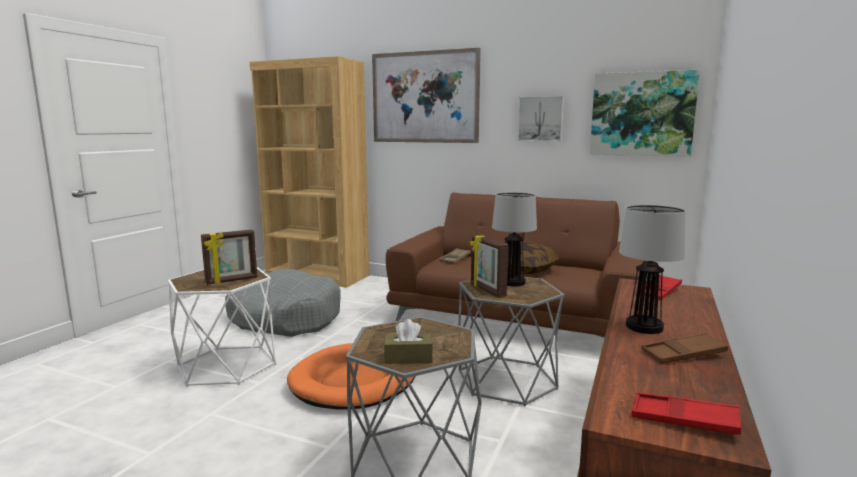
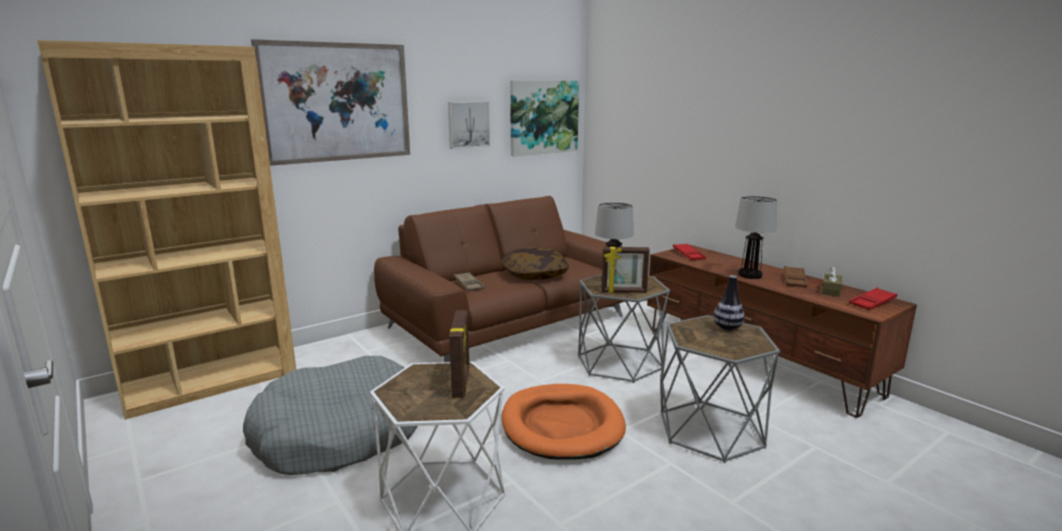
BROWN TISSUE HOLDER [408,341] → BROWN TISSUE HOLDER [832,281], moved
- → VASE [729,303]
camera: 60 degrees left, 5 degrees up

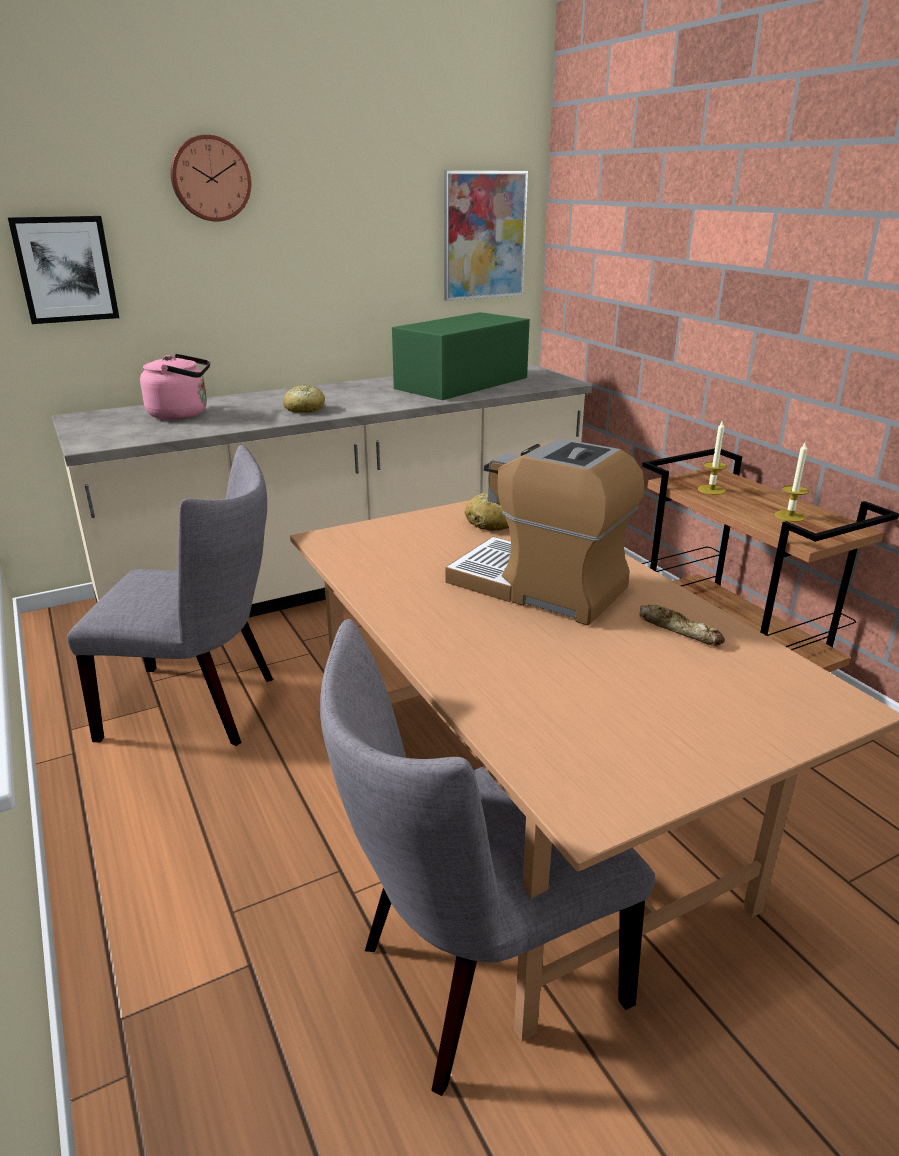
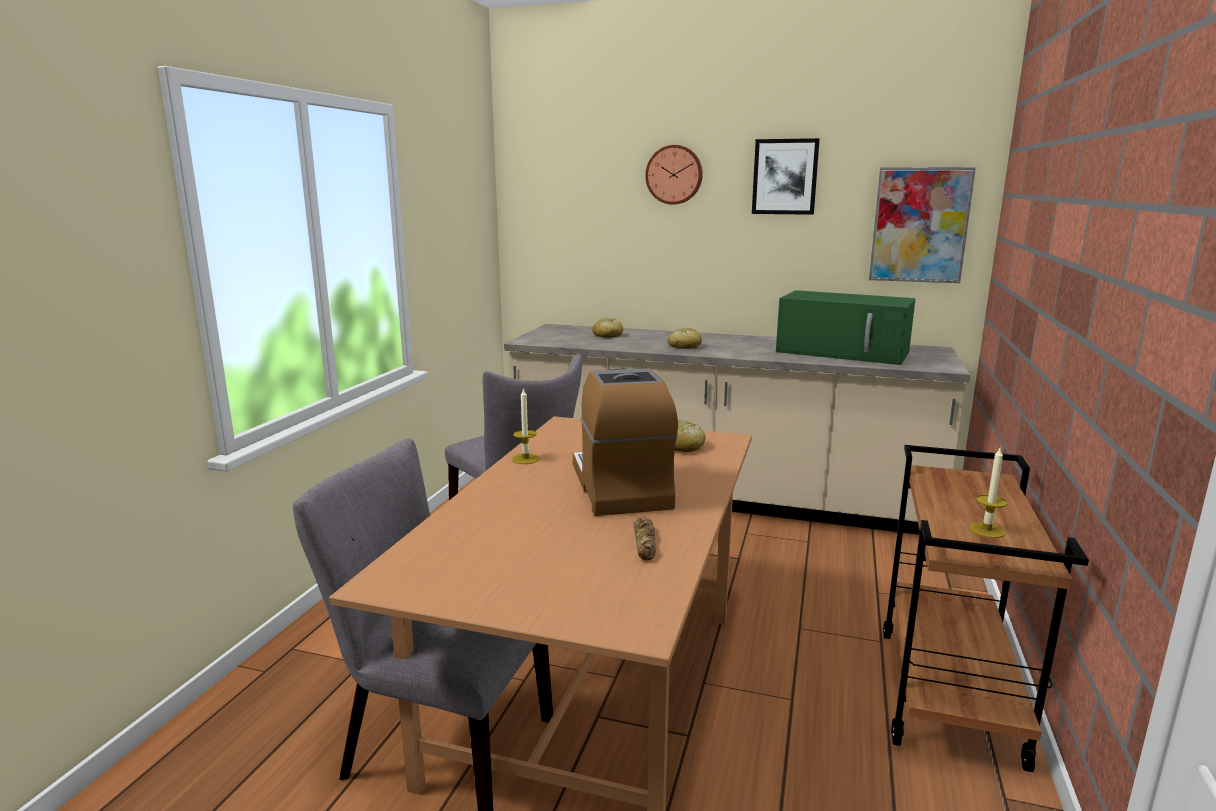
PICTURE [63,270] → PICTURE [786,176], moved
GREEN-COLOURED MICROWAVE [461,356] → GREEN-COLOURED MICROWAVE [845,327], 150 degrees counterclockwise
PINKISH KETTLE [175,387] → BAKERY BREAD [607,328]
CANDLE [712,457] → CANDLE [526,425], moved
camera: 45 degrees right, 10 degrees down

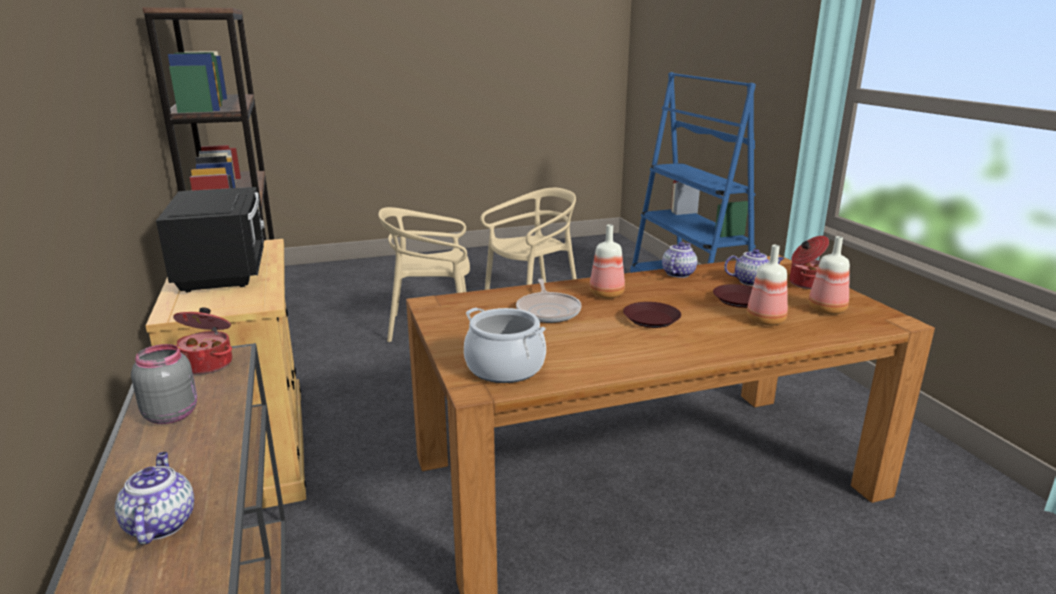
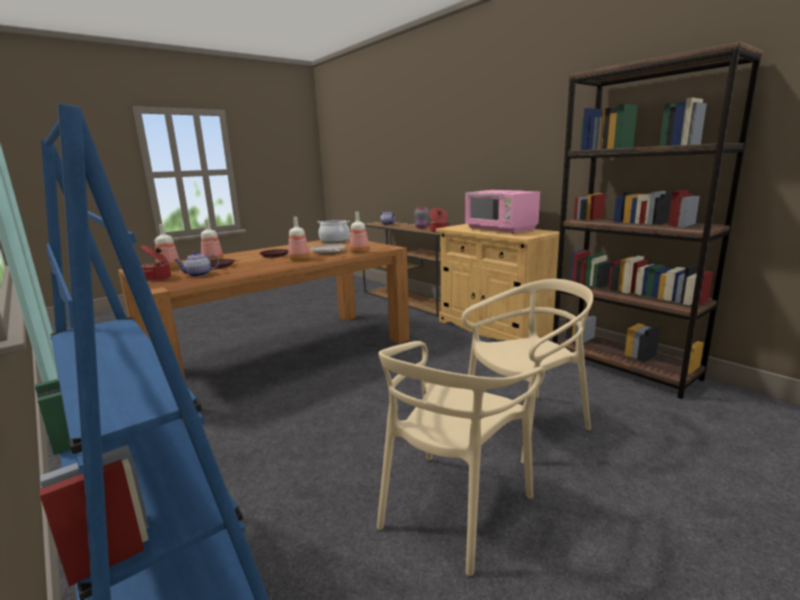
BLACK MICROWAVE [210,239] → PINKISH MICROWAVE [502,212]
TEA POT [679,260] → -
- → DRINK BOTTLE [359,233]
camera: 160 degrees right, 5 degrees down

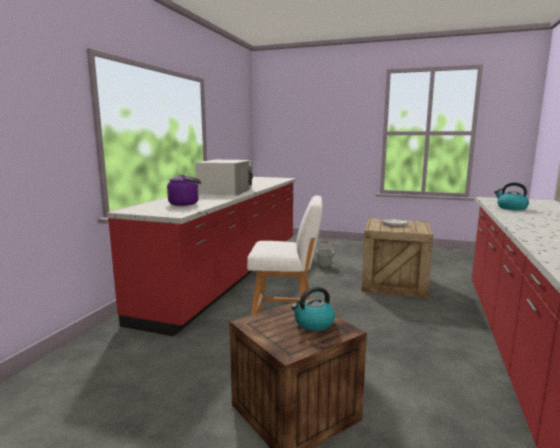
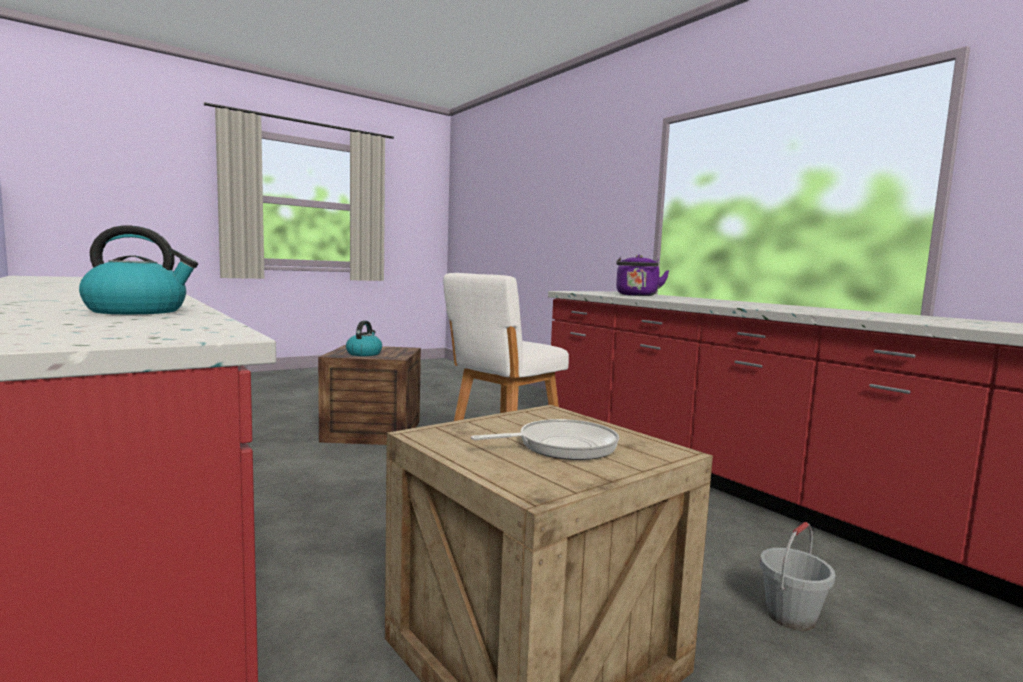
WHITE MICROWAVE [224,177] → -
camera: 125 degrees right, 5 degrees down

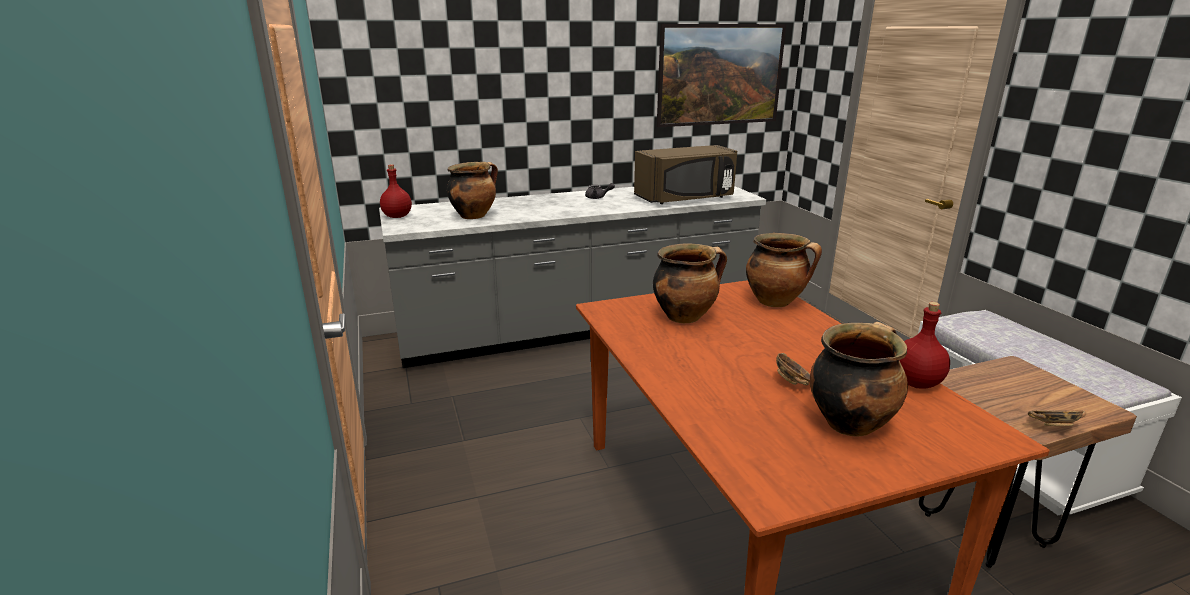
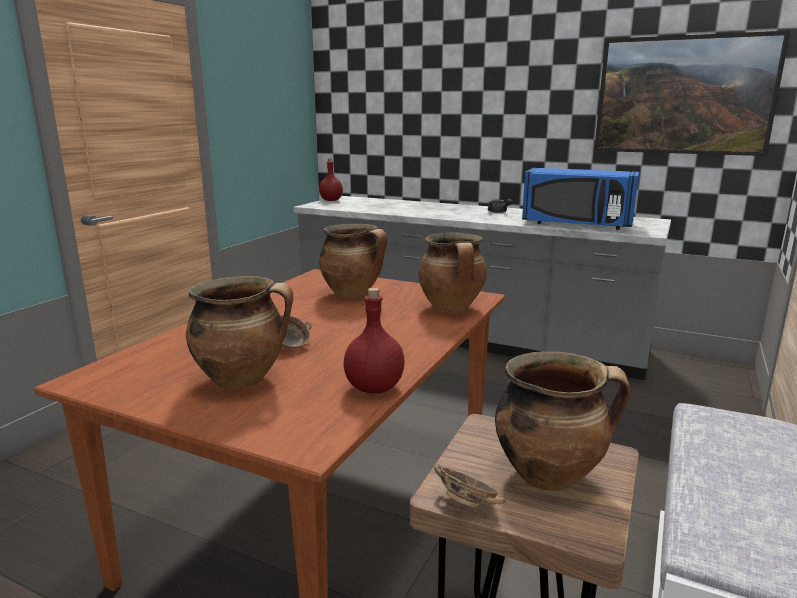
BROWN MICROWAVE [685,174] → BLUE-COLOURED MICROWAVE [580,199]
COOKING POT [472,190] → COOKING POT [563,421], moved
camera: 45 degrees right, 5 degrees down

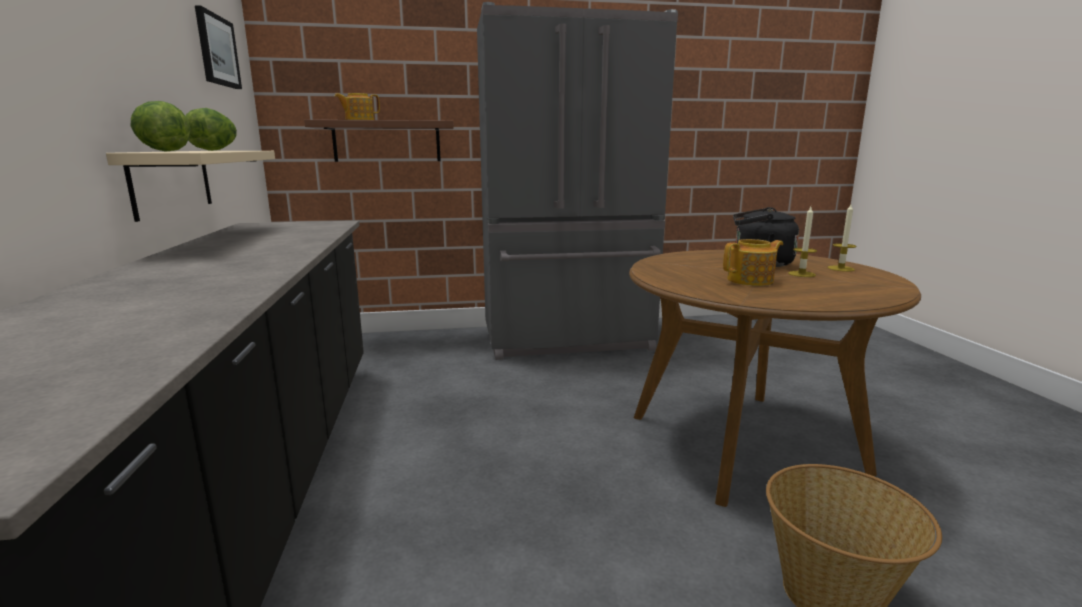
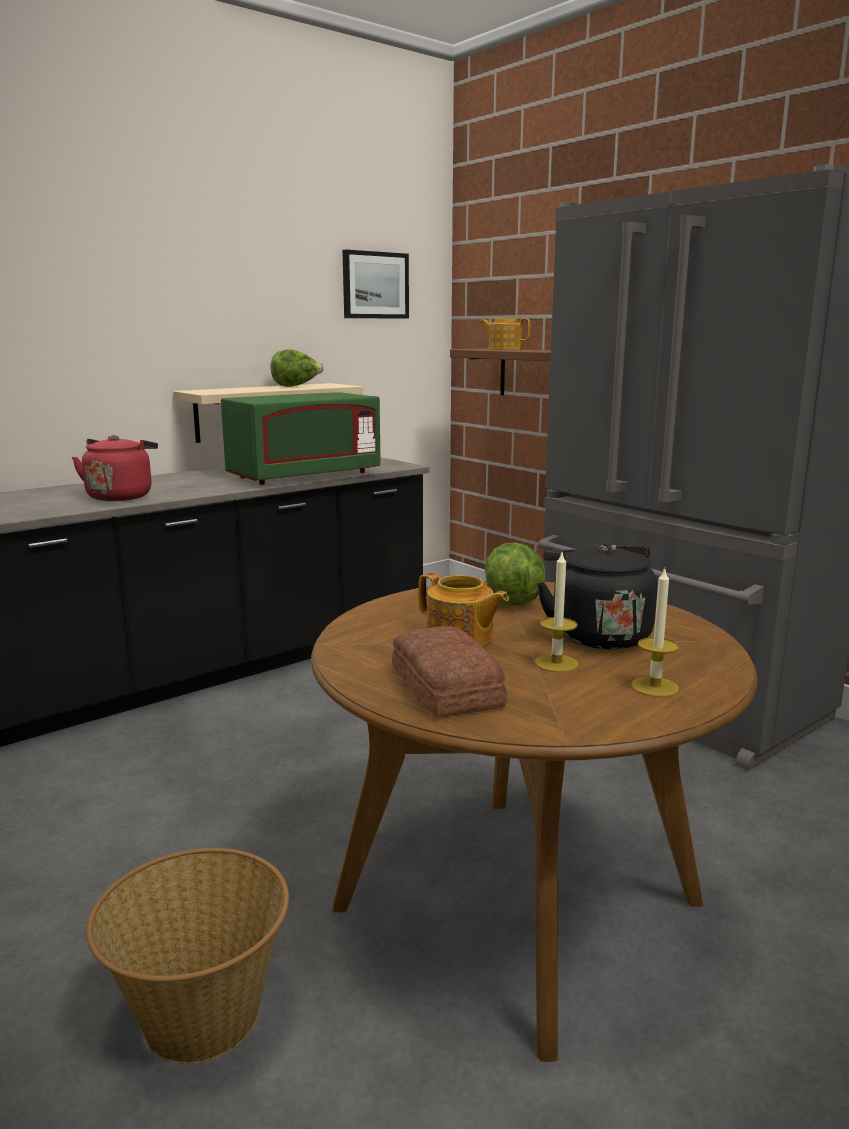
LETTUCE HEAD [161,126] → LETTUCE HEAD [515,574], moved
- → GREEN-COLOURED MICROWAVE [301,438]
- → REDDISH KETTLE [115,468]
- → BAKERY BREAD [449,672]
camera: 60 degrees right, 0 degrees up

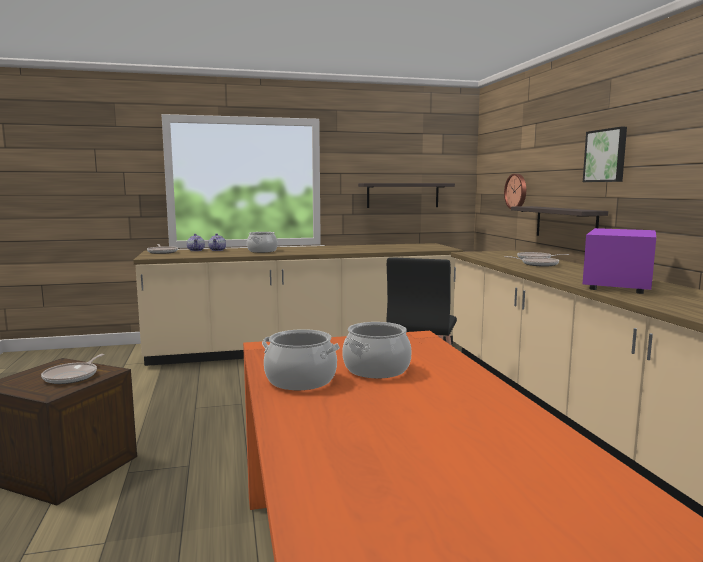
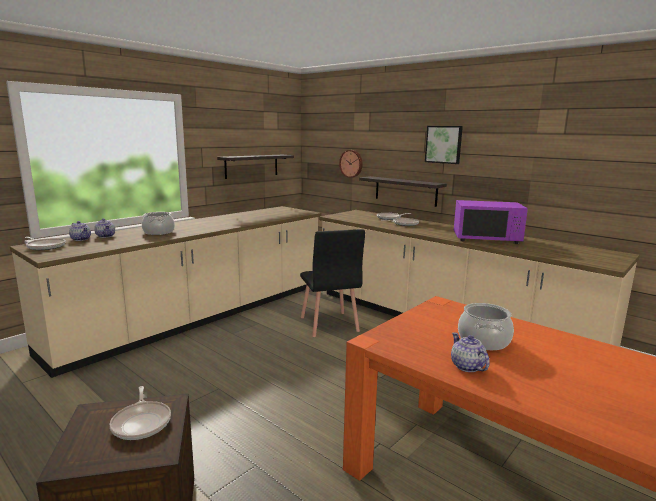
PURPLISH MICROWAVE [619,261] → PURPLISH MICROWAVE [491,222], 105 degrees clockwise
COOKING POT [301,359] → TEA POT [470,352]
camera: 35 degrees left, 5 degrees up

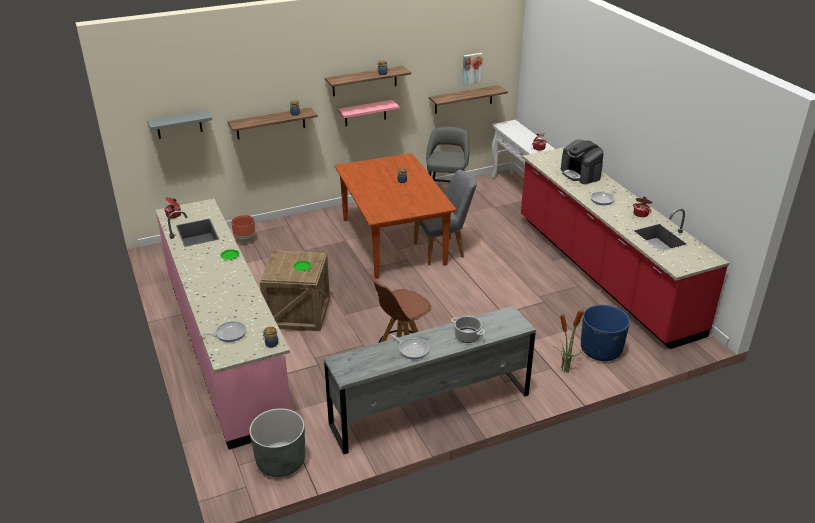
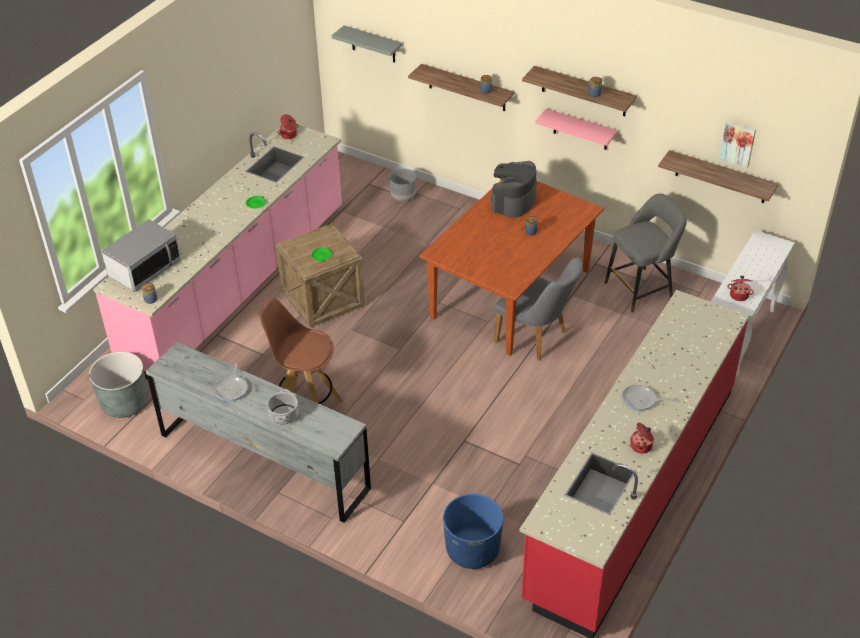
COFFEE MACHINE [582,162] → COFFEE MACHINE [513,189], moved
BROWN FLOWER POT [243,229] → GREYISH FLOWER POT [402,185]
POTTED PLANT [569,340] → -
SKILLET [223,331] → MICROWAVE [141,255]
camera: 55 degrees right, 10 degrees up

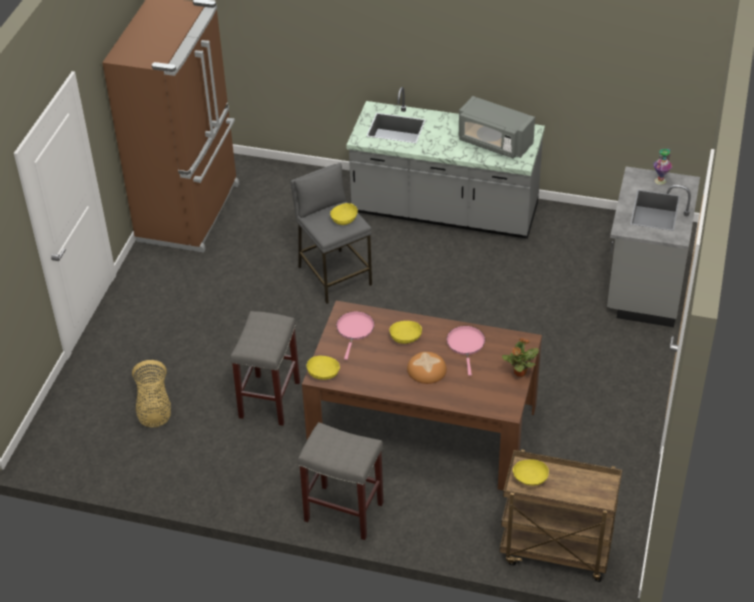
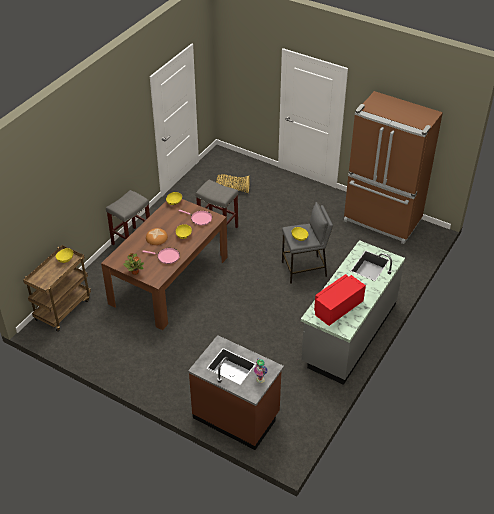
GREYISH MICROWAVE [497,127] → REDDISH MICROWAVE [340,300]
GREYISH KITCHEN COUNTER [653,247] → BROWN KITCHEN COUNTER [236,392]
camera: 105 degrees right, 0 degrees up

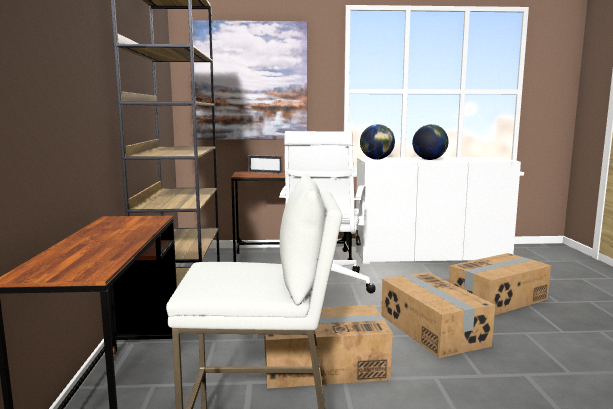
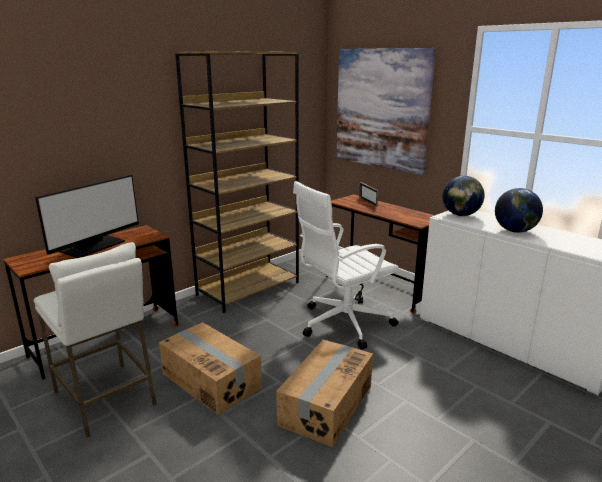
CARTON [500,284] → -
- → COMPUTER DISPLAY [87,216]
camera: 50 degrees right, 10 degrees up

